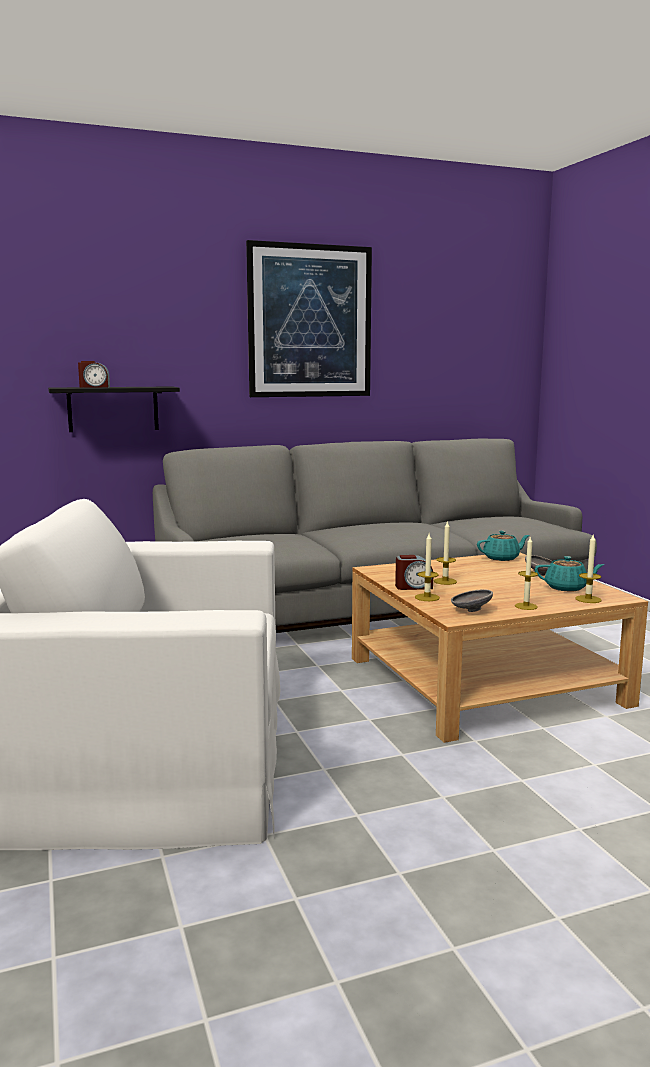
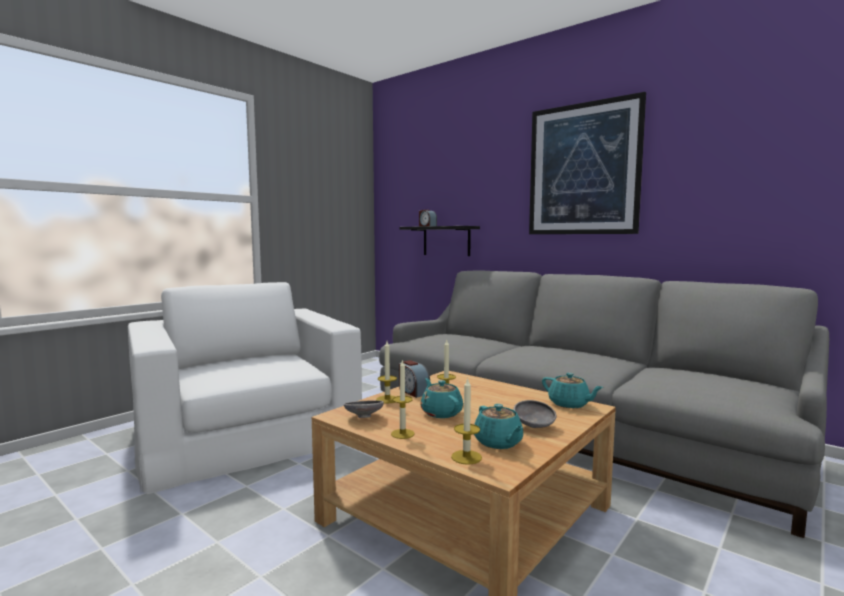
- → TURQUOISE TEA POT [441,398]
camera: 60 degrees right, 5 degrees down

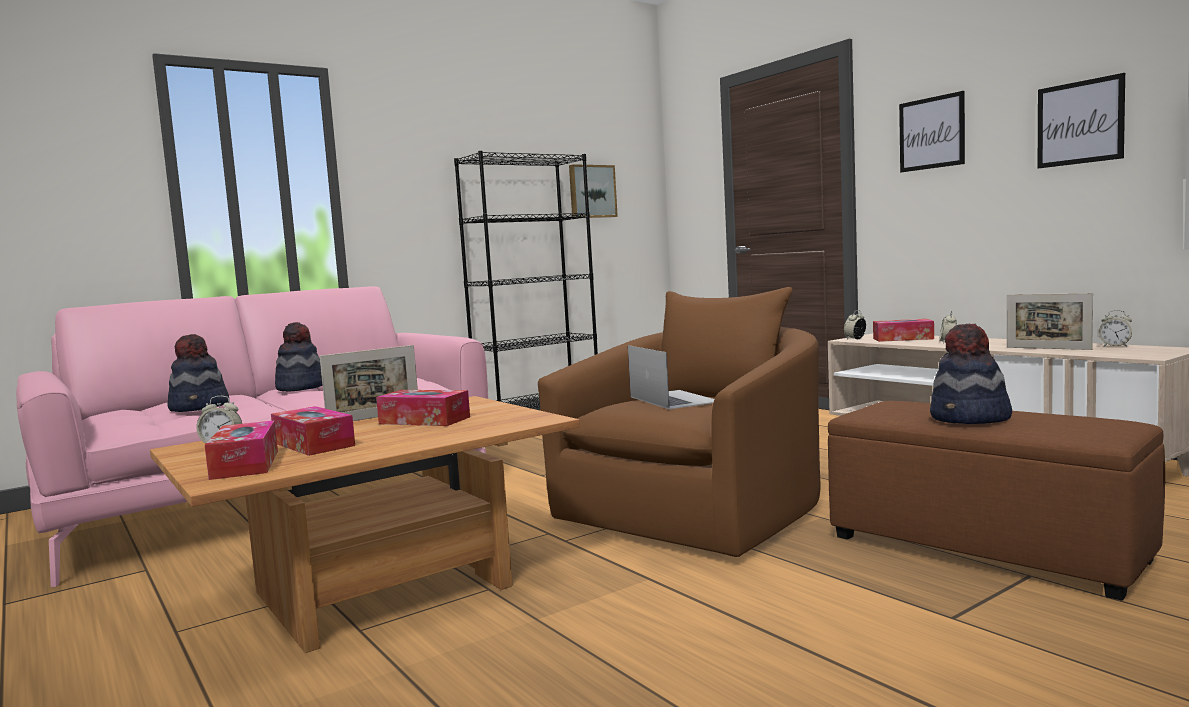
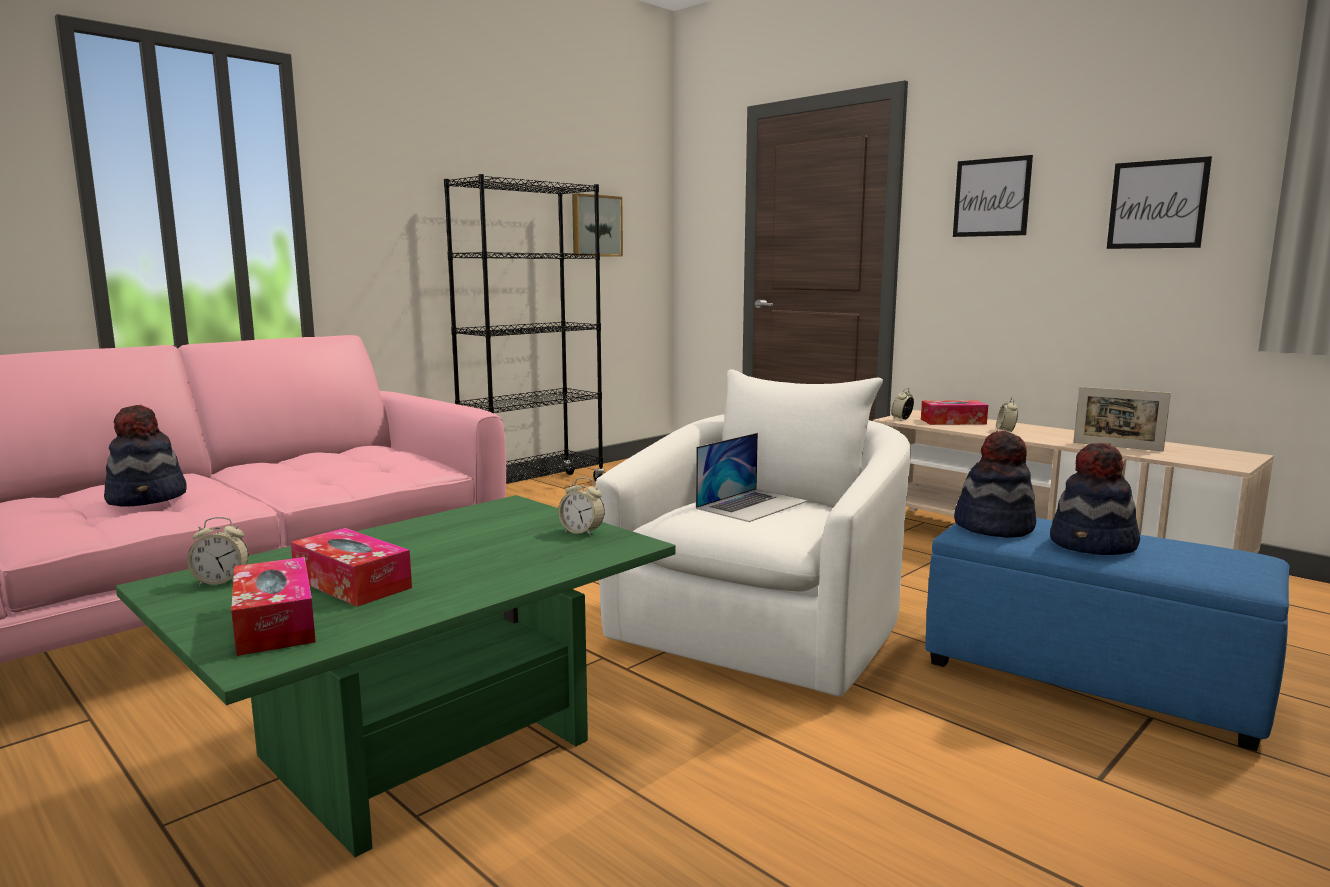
BROWN EASY CHAIR [679,422] → WHITE EASY CHAIR [753,533]
BEDSIDE CLOCK [1115,328] → BEDSIDE CLOCK [581,506], moved
HAT [298,357] → HAT [995,484], moved
PHOTO FRAME [369,383] → -
LAPTOP [671,377] → LAPTOP [752,477], 75 degrees clockwise
TISSUE HOLDER [423,408] → -
BROWN LOUNGE TABLE [365,524] → GREEN-COLOURED LOUNGE TABLE [396,676]
BROWN POUFFE [996,501] → BLUE-COLOURED POUFFE [1107,634]
camera: 10 degrees left, 5 degrees up

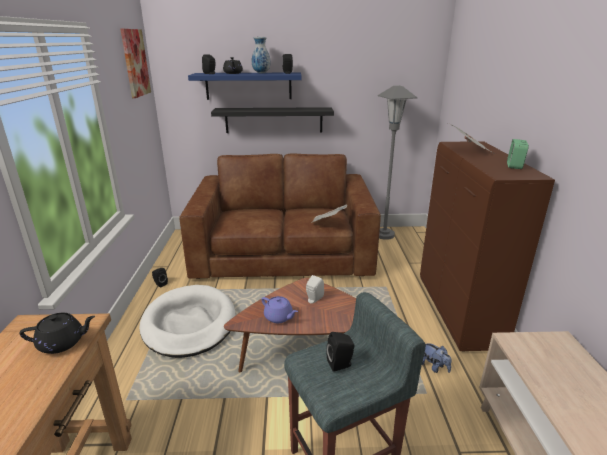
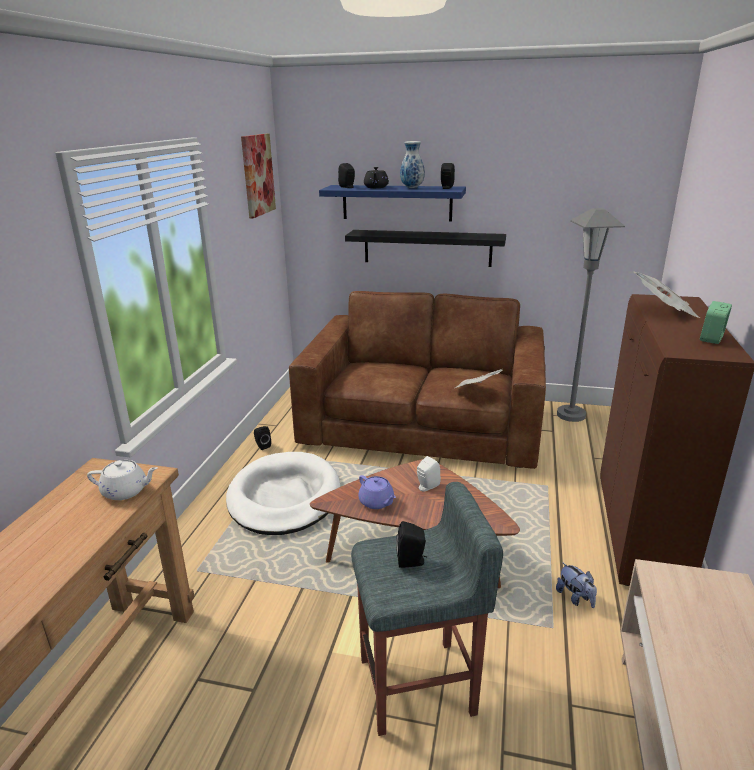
BLACK TEA POT [57,333] → WHITE TEA POT [122,480]
camera: 15 degrees right, 0 degrees up

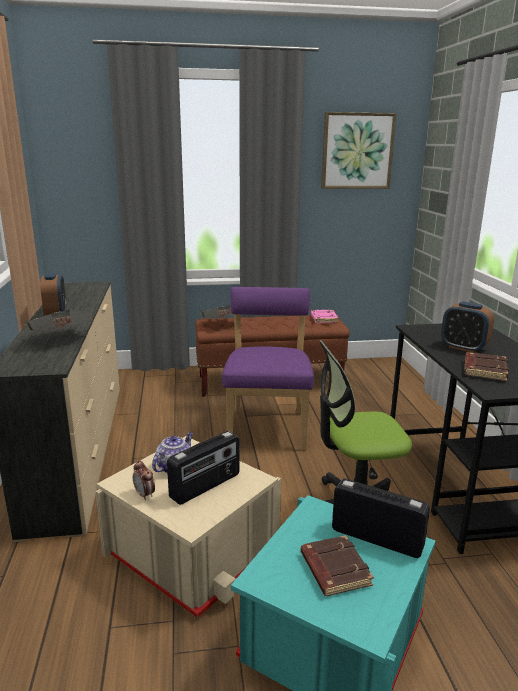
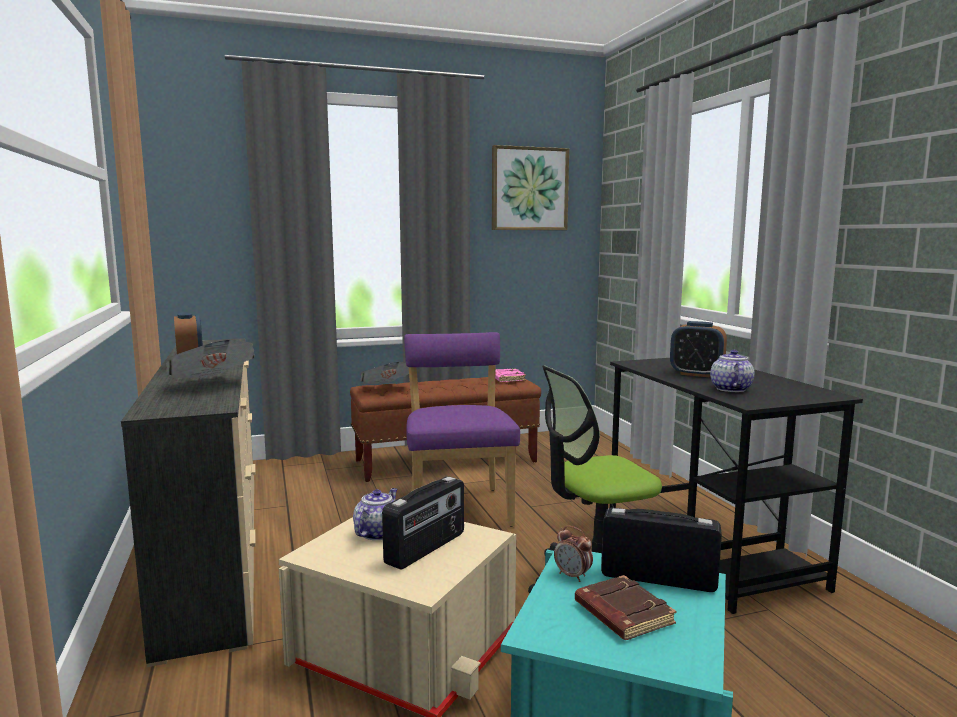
BROWN BOOK [486,366] → TEA POT [732,371]
BEDSIDE CLOCK [144,480] → BEDSIDE CLOCK [573,554], moved
camera: 10 degrees left, 10 degrees down

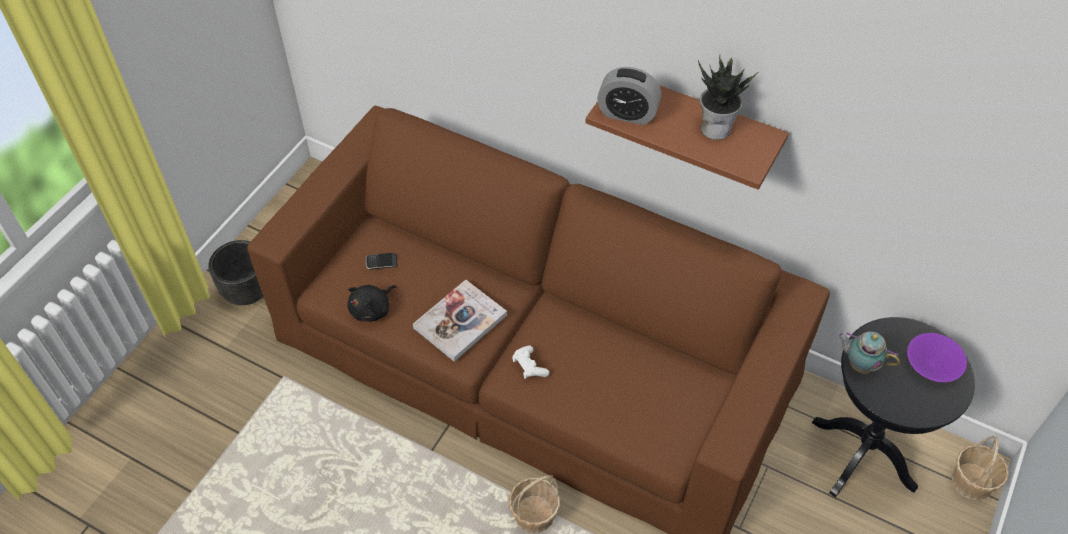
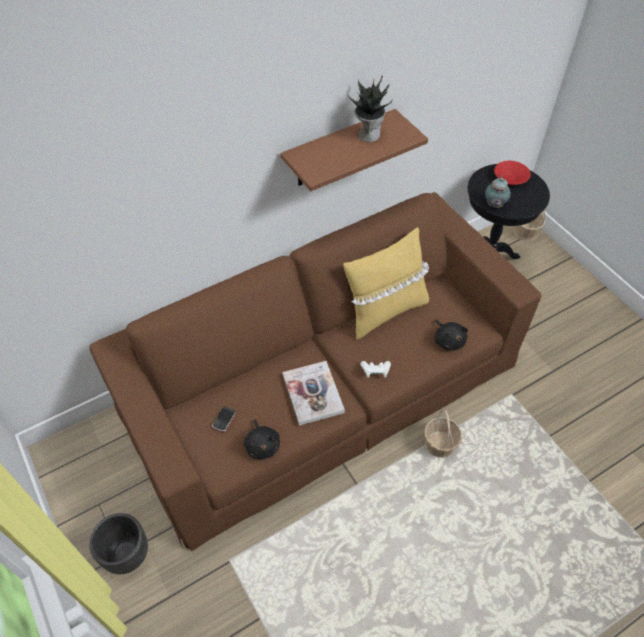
BEDSIDE CLOCK [629,96] → -
TEA POT [868,352] → TEA POT [498,191], 45 degrees counterclockwise
PURPLISH DEEP DISH [937,357] → REDDISH DEEP DISH [512,173]
- → YELLOW PILLOW [386,283]
- → BLACK SOFT TOY [451,335]
camera: 60 degrees left, 0 degrees up

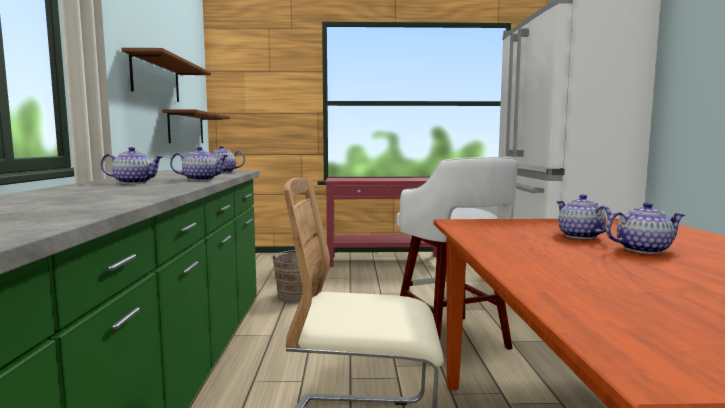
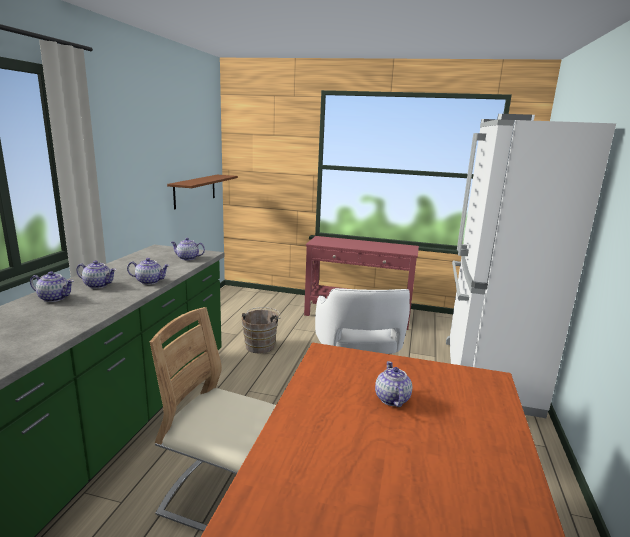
BROWN SHELF [166,75] → -
TEA POT [645,228] → TEA POT [52,286], moved
camera: 15 degrees right, 10 degrees up

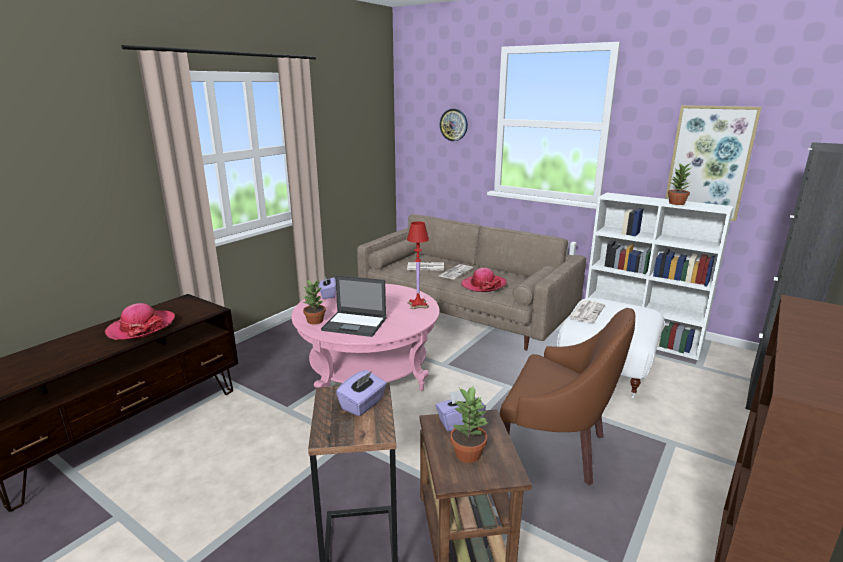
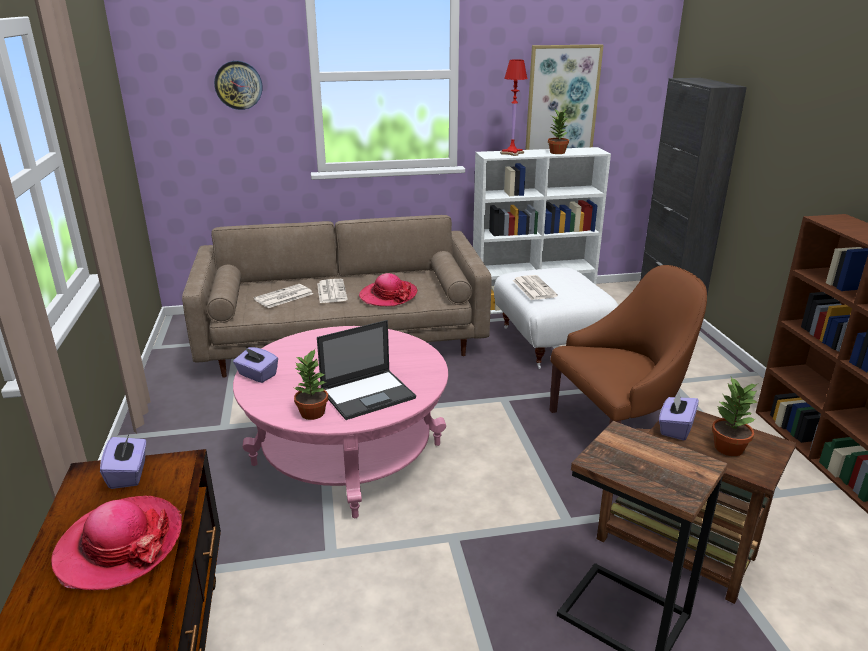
REDDISH TABLETOP LAMP [418,265] → REDDISH TABLETOP LAMP [514,107], moved
PURPLISH TISSUE HOLDER [361,393] → PURPLISH TISSUE HOLDER [123,460], moved
camera: 45 degrees left, 5 degrees up

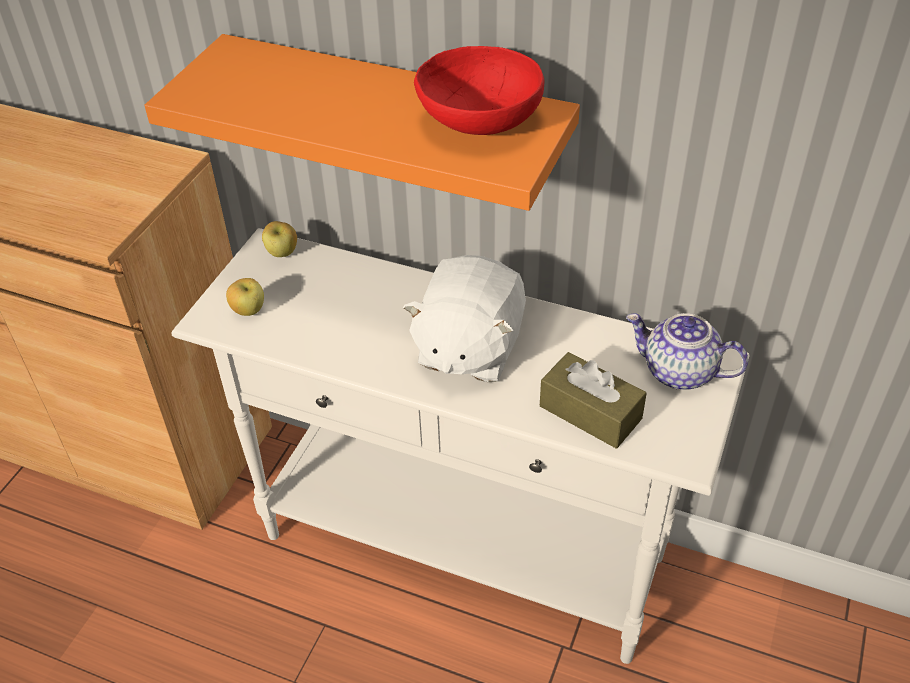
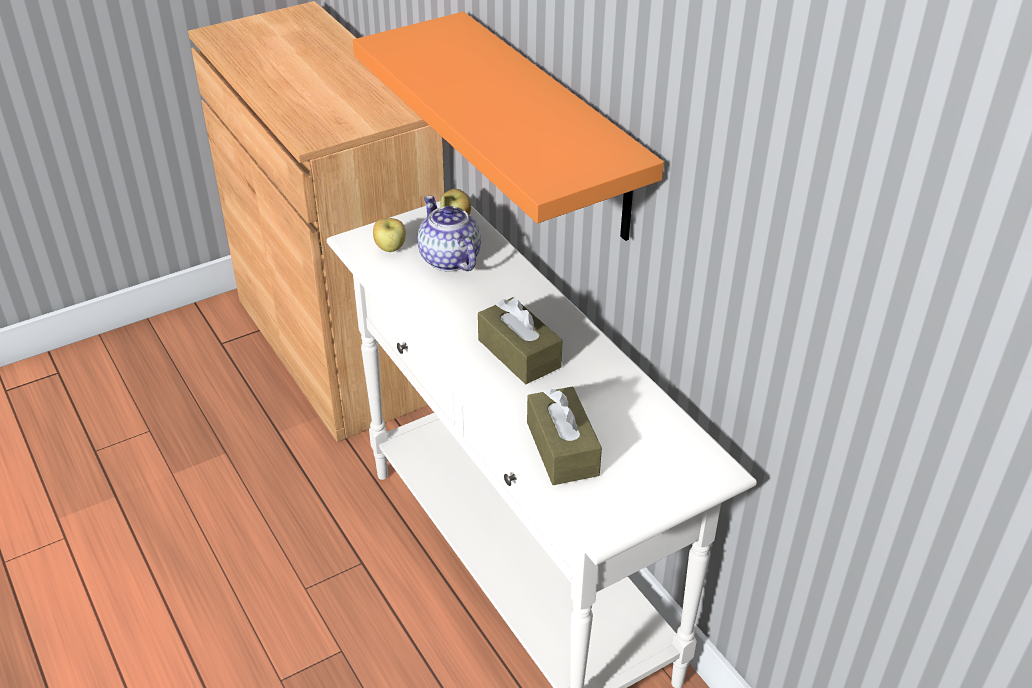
REDDISH DEEP DISH [479,90] → -
WHITE SOFT TOY [464,318] → BROWN TISSUE HOLDER [520,340]
TEA POT [687,351] → TEA POT [449,233], moved
camera: 35 degrees right, 5 degrees down

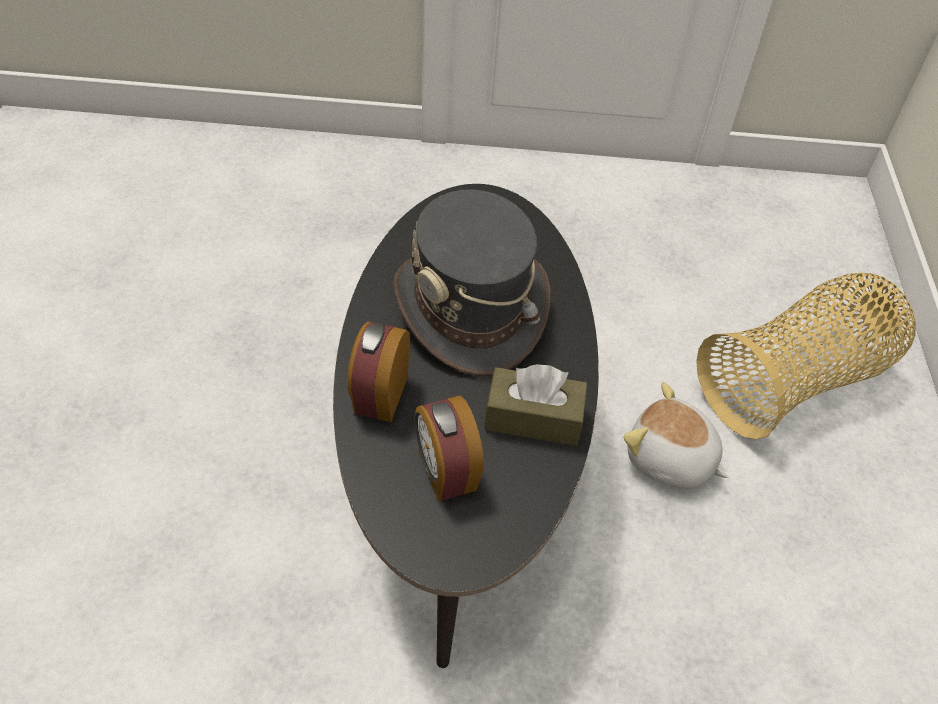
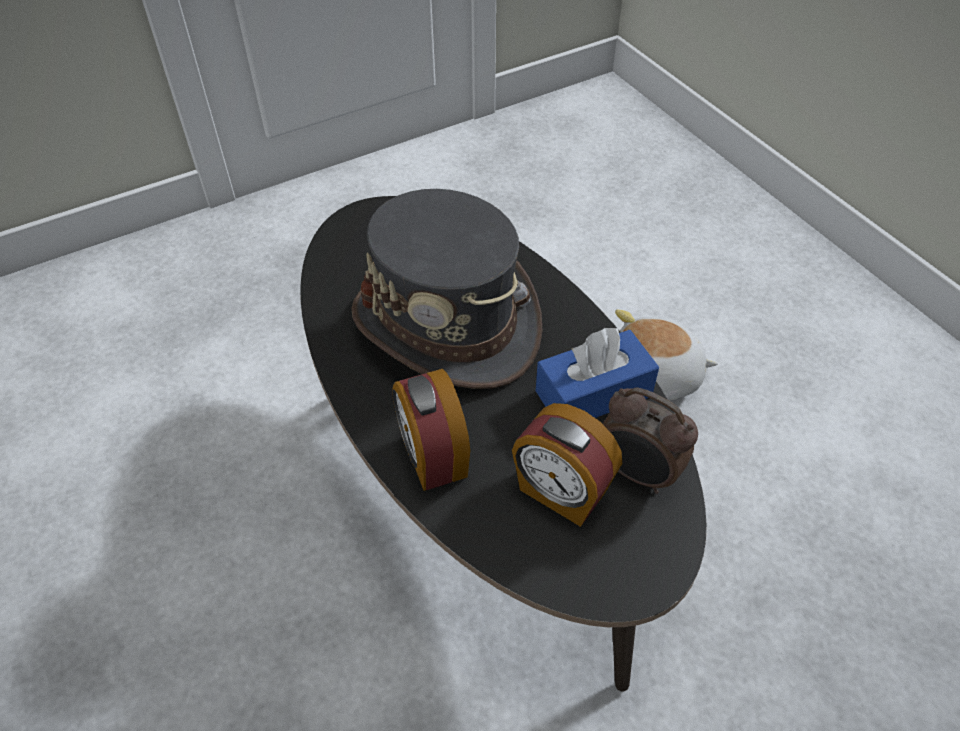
HOUSEHOLD BASKET [806,356] → -
BROWN TISSUE HOLDER [536,405] → BLUE-COLOURED TISSUE HOLDER [597,372]
- → BEDSIDE CLOCK [650,441]
camera: 30 degrees left, 0 degrees up

